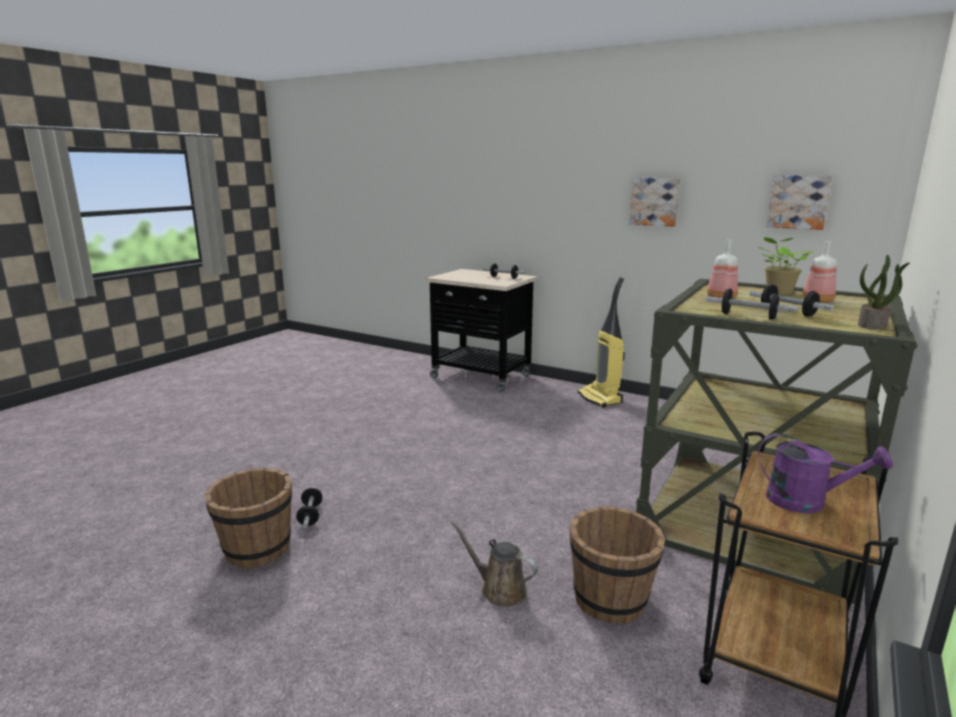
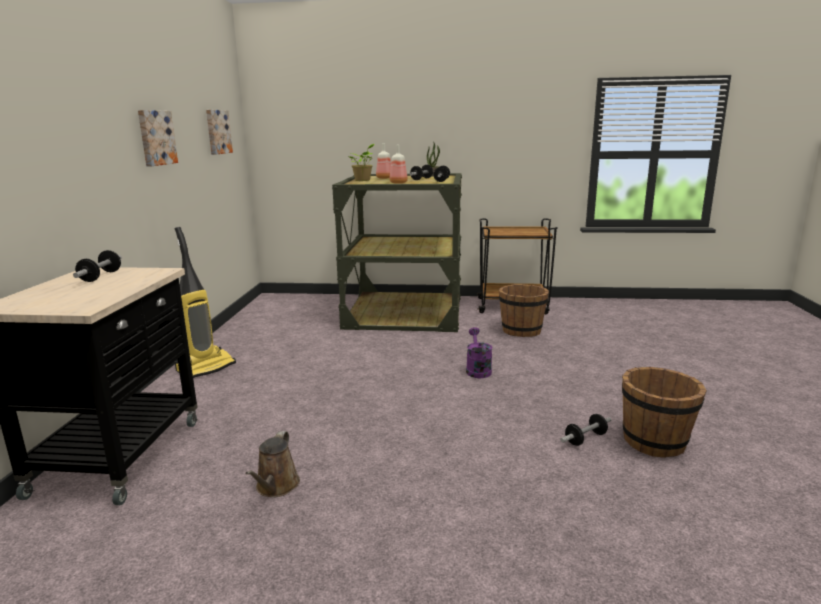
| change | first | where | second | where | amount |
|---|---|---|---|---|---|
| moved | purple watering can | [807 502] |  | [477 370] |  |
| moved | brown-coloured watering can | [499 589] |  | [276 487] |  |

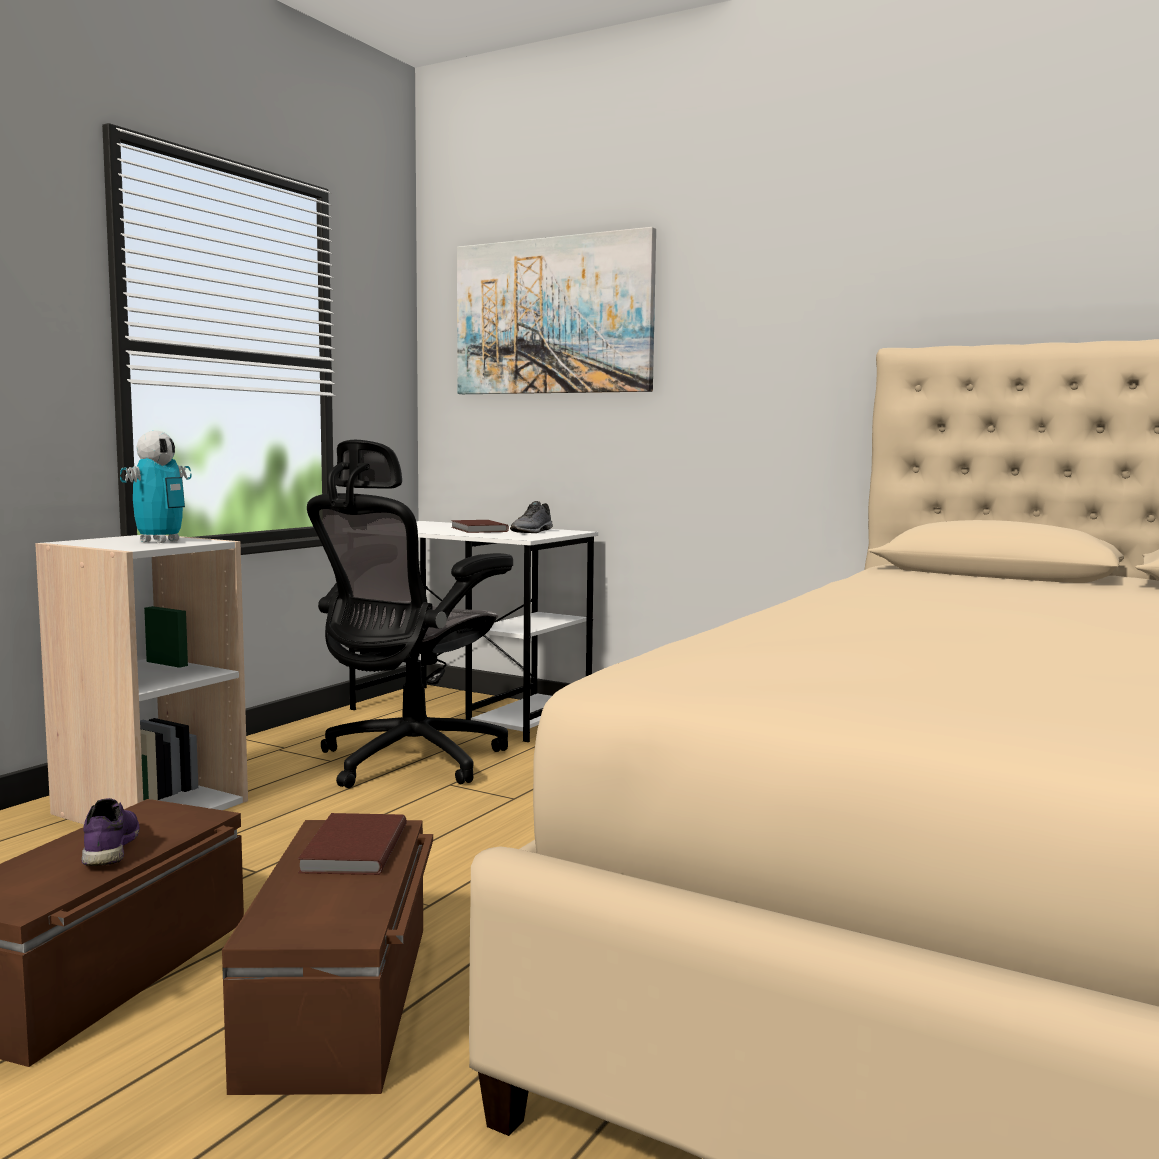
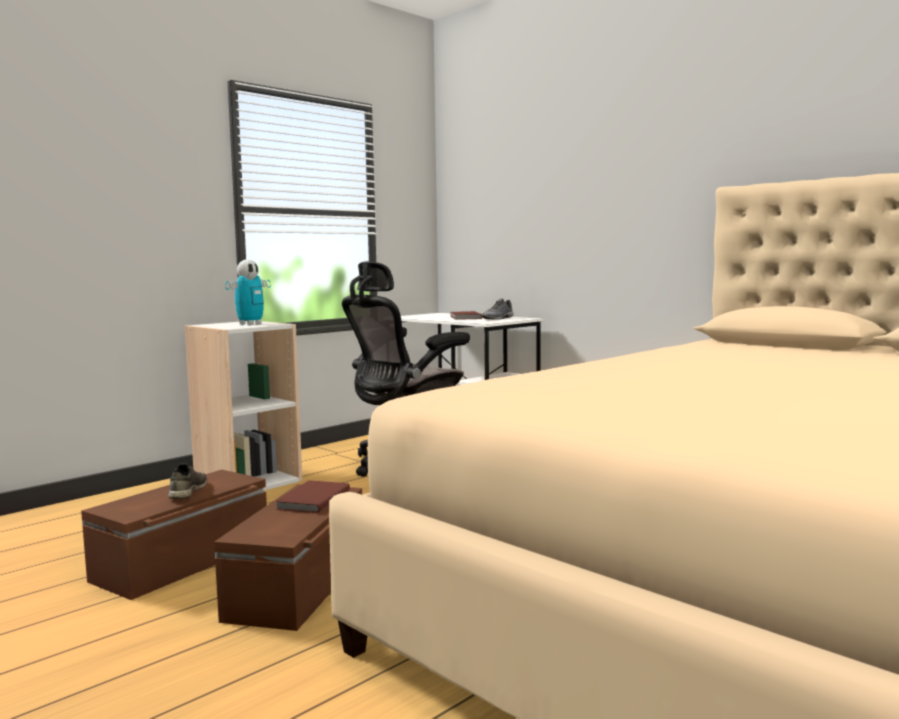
| change | first | where | second | where | amount |
|---|---|---|---|---|---|
| removed | picture | [553 316] |  |  |  |
| recoloured | purple low shoe | [108 849] | gray low shoe | [187 492] |  |

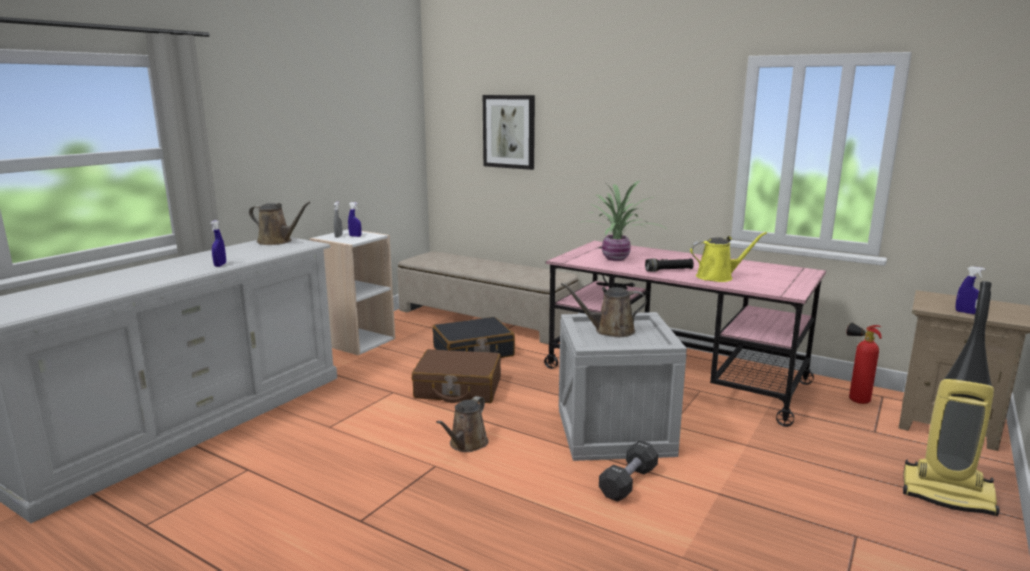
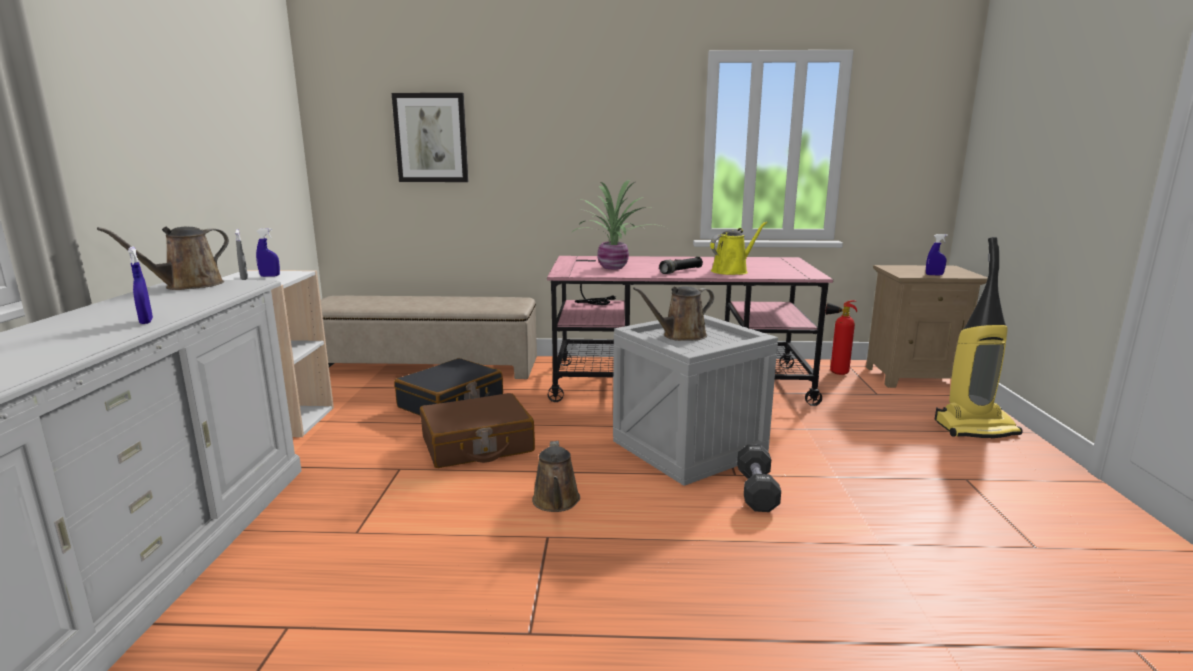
| change | first | where | second | where | amount |
|---|---|---|---|---|---|
| turned | brown-coloured watering can | [277 241] |  | [188 286] | 135 degrees clockwise |

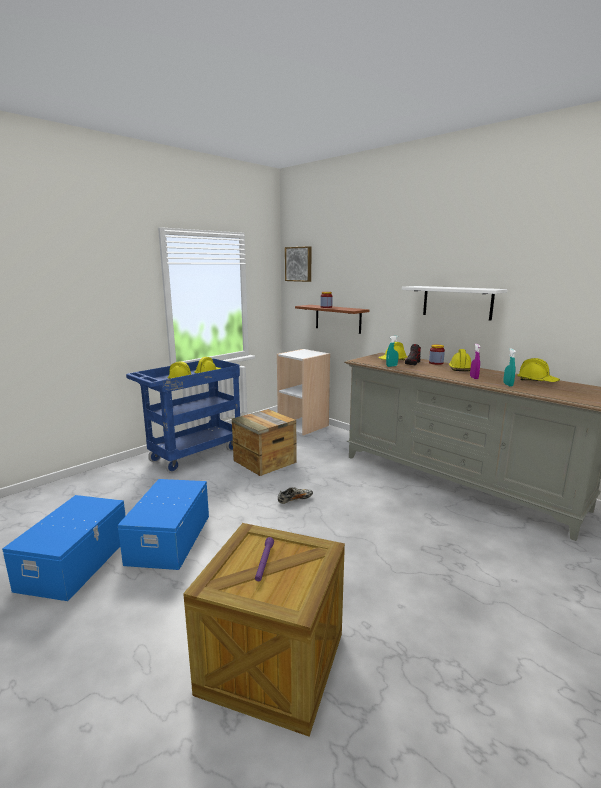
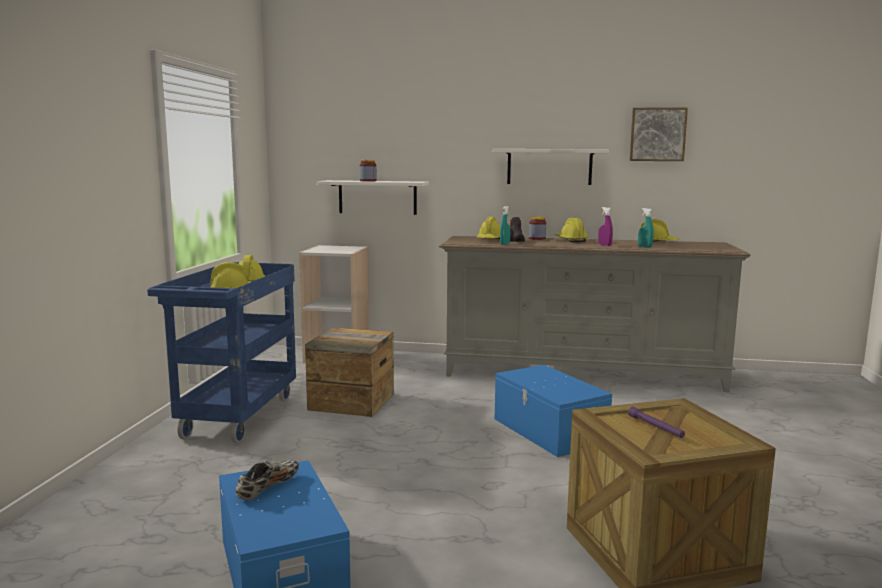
| change | first | where | second | where | amount |
|---|---|---|---|---|---|
| moved | picture | [299 264] |  | [657 134] |  |
| recoloured | brown-coloured bracket shelf | [338 318] | whitish bracket shelf | [377 197] |  |
| moved | blue-coloured storage box | [168 539] |  | [548 431] |  |
| moved | low shoe | [295 500] |  | [268 487] |  |

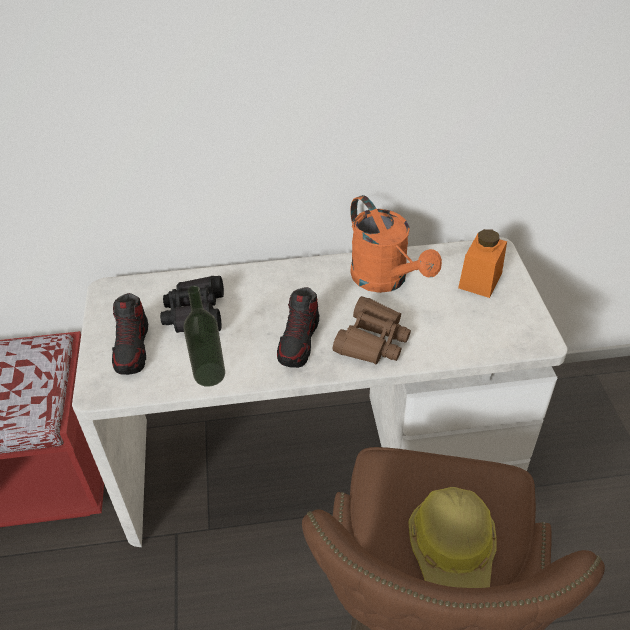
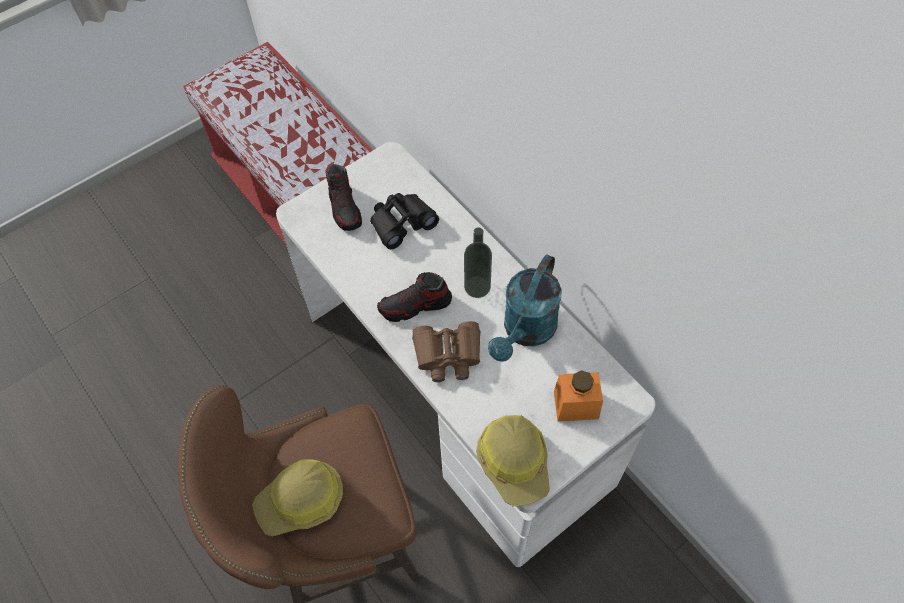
| change | first | where | second | where | amount |
|---|---|---|---|---|---|
| recoloured | orange-coloured watering can | [386 280] | turquoise-coloured watering can | [526 331] |  |
| moved | bottle | [209 374] |  | [477 286] |  |
| turned | low shoe | [132 348] |  | [345 207] | 75 degrees counterclockwise |
| added |  |  | work helmet | [515 461] |  |

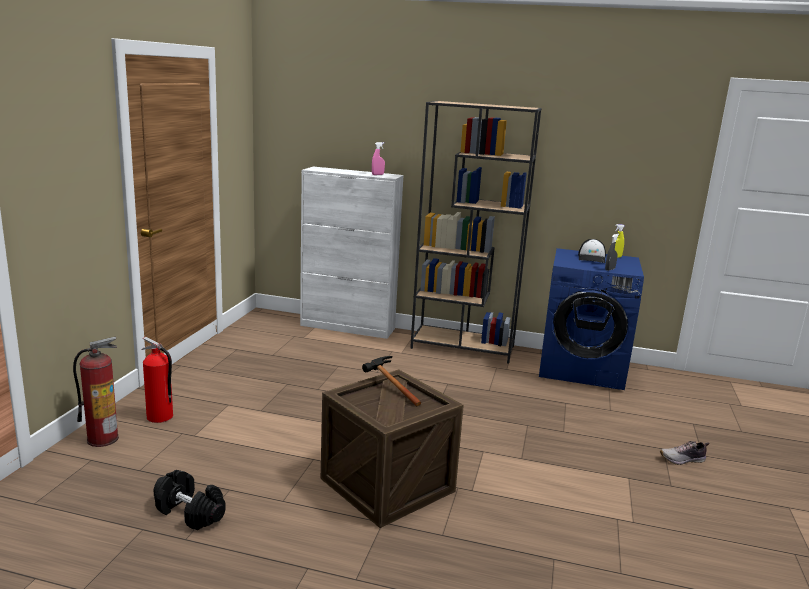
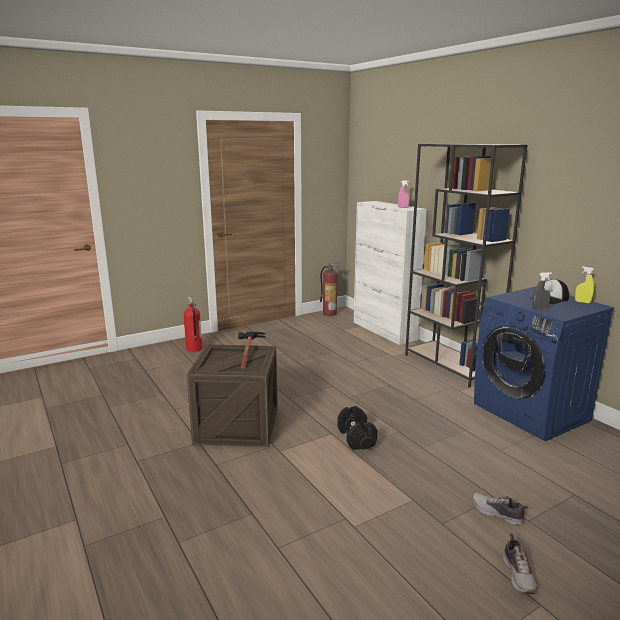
| change | first | where | second | where | amount |
|---|---|---|---|---|---|
| moved | fire extinguisher | [103 439] |  | [330 313] |  |
| moved | blackish free weight | [190 512] |  | [356 438] |  |
| added |  |  | low shoe | [519 575] |  |

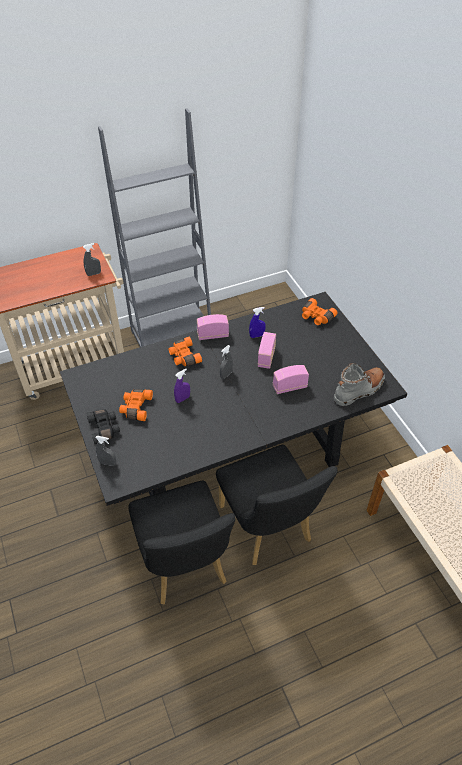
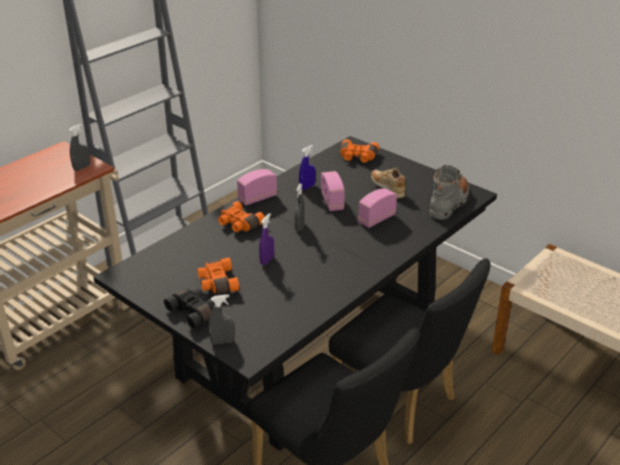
| change | first | where | second | where | amount |
|---|---|---|---|---|---|
| added |  |  | beige low shoe | [388 188] |  |

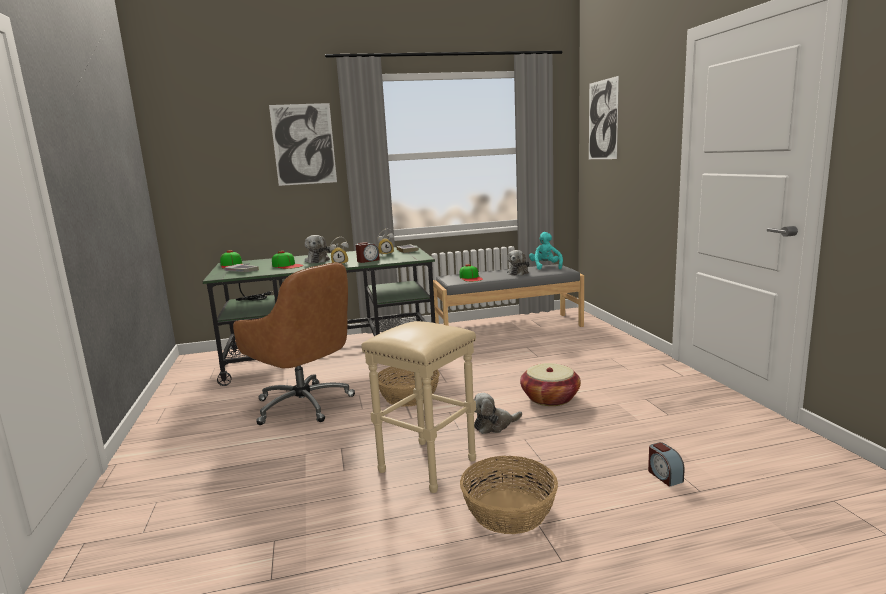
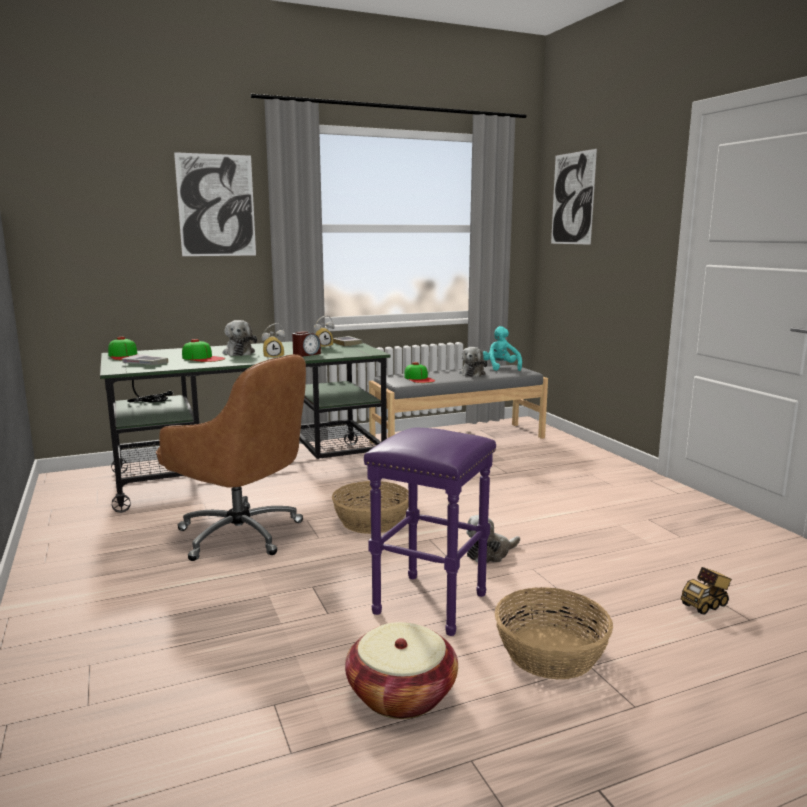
| change | first | where | second | where | amount |
|---|---|---|---|---|---|
| recoloured | beige stool seat | [428 466] | purple stool seat | [431 604] |  |
| moved | basket | [550 398] |  | [401 694] |  |
| replaced | table clock | [664 476] | toy truck | [705 605] |  |

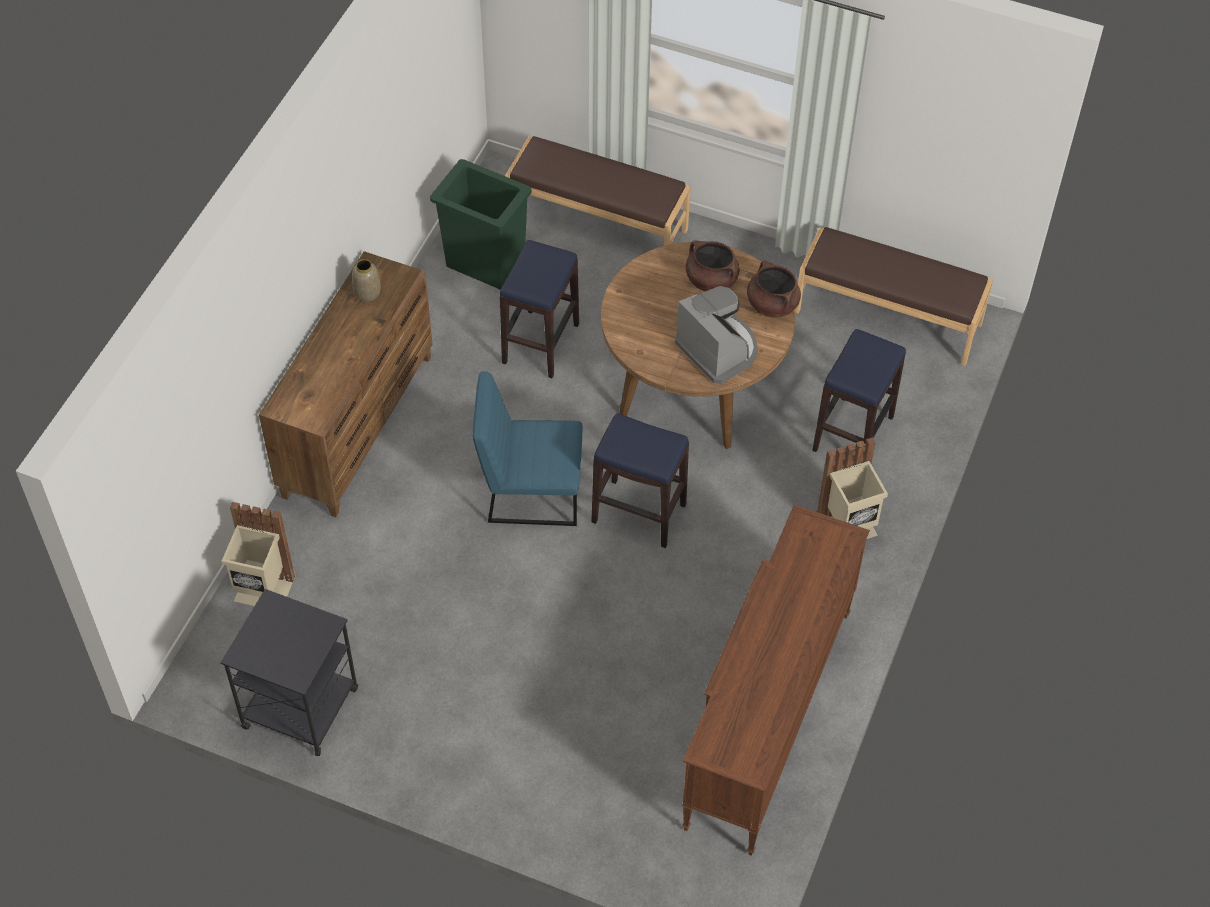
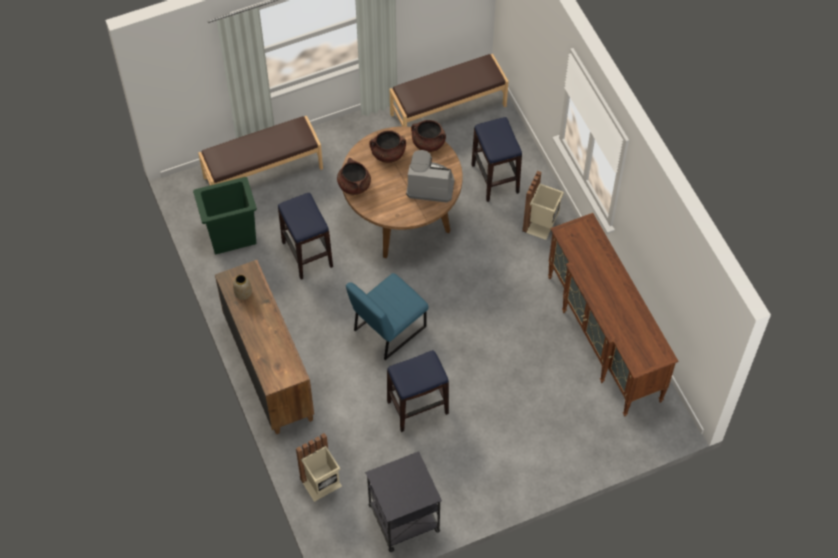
| change | first | where | second | where | amount |
|---|---|---|---|---|---|
| moved | stool seat | [638 514] |  | [417 408] |  |
| added |  |  | brown-coloured cooking pot | [354 185] |  |

